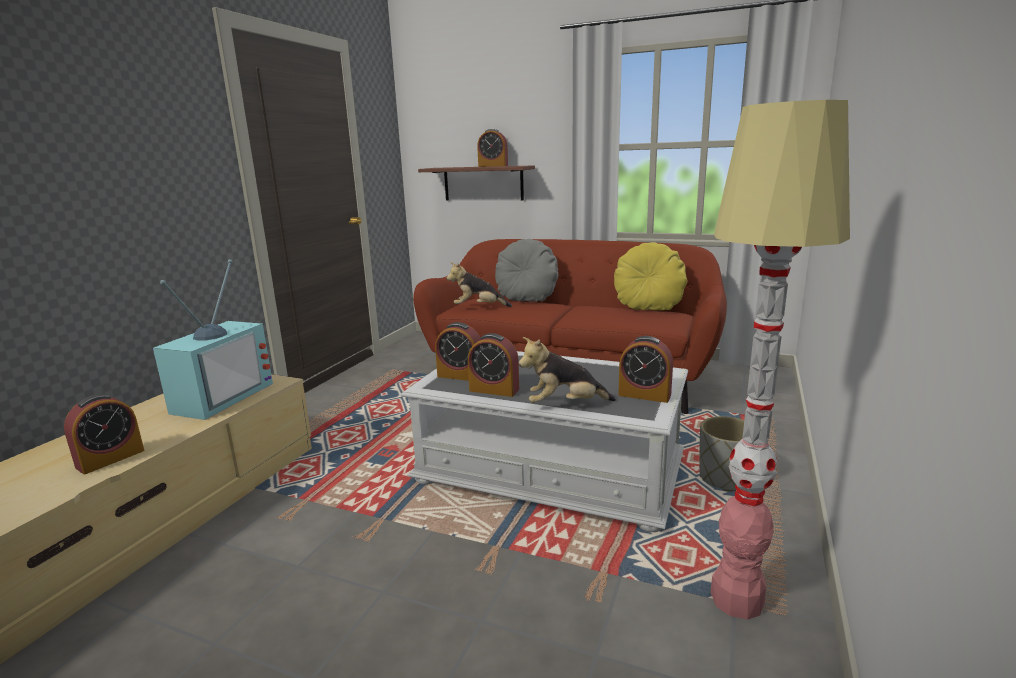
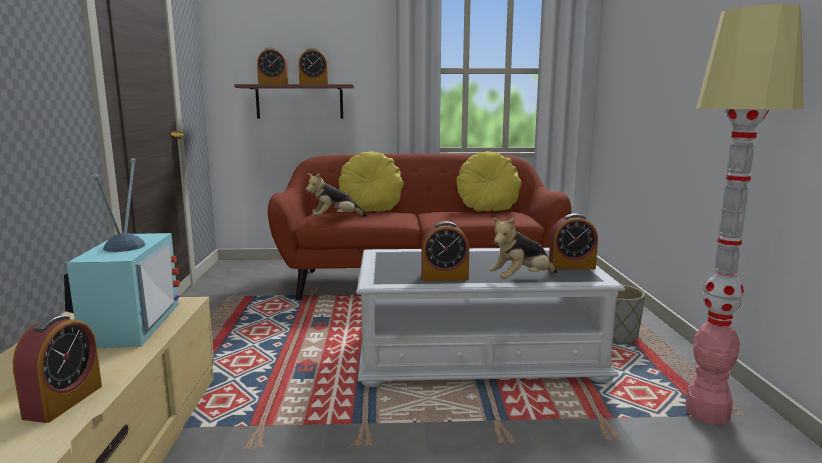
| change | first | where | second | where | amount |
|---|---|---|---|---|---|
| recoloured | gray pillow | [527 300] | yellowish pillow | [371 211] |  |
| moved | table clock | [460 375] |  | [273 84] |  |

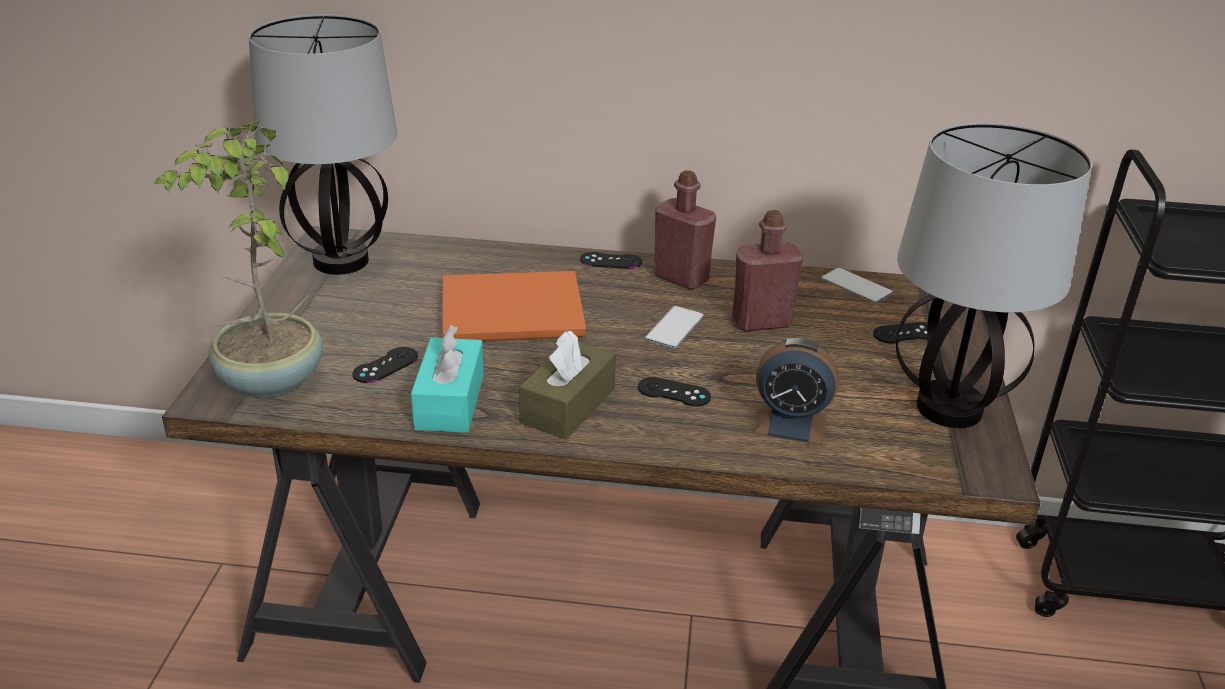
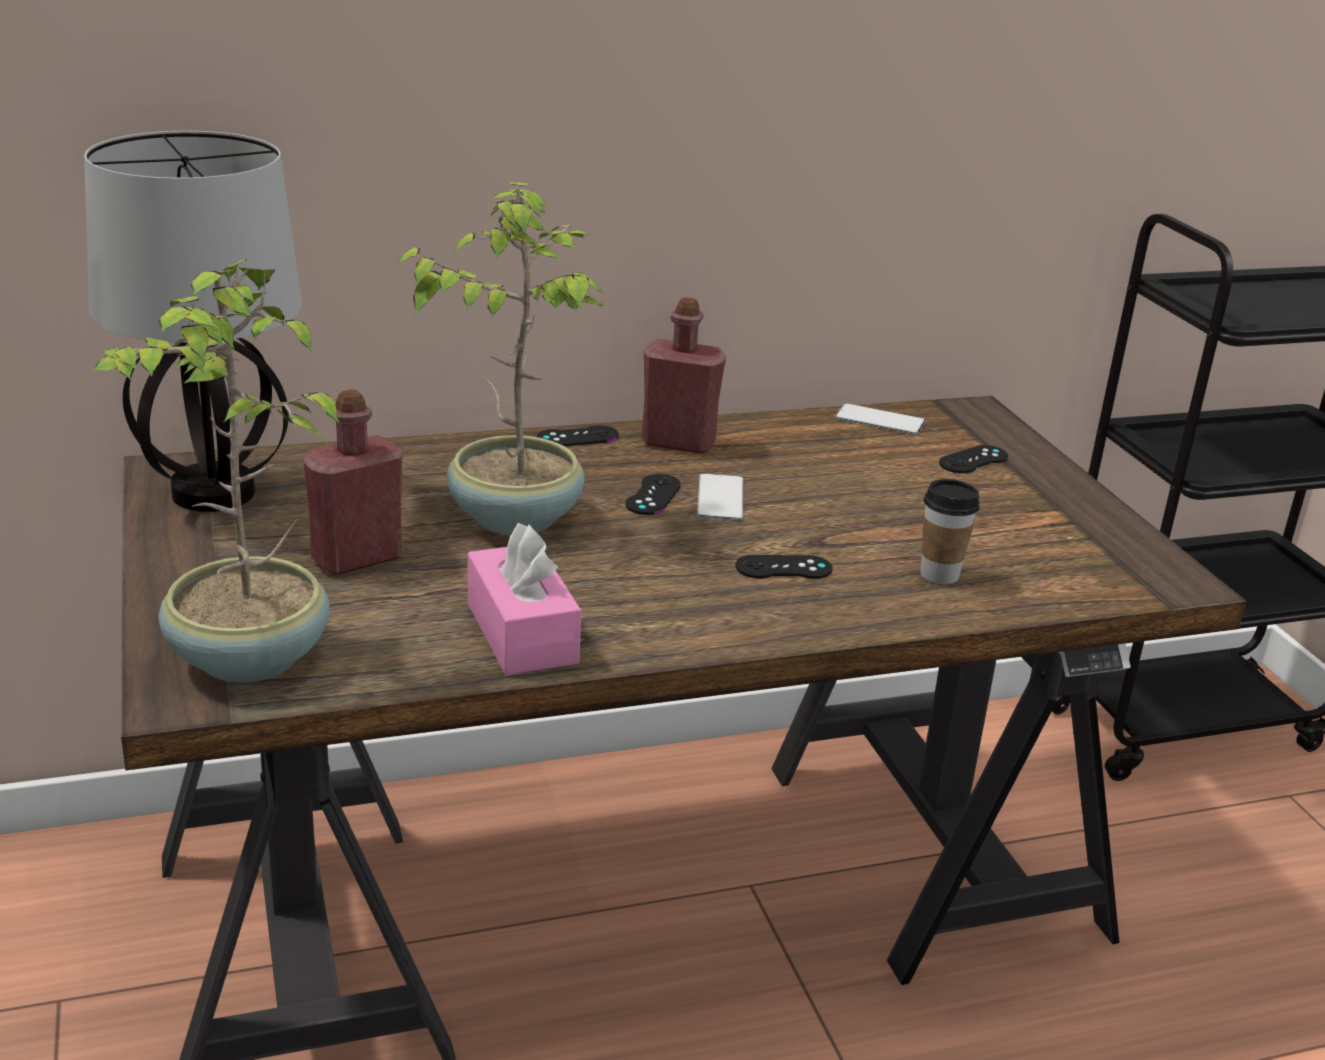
| change | first | where | second | where | amount |
|---|---|---|---|---|---|
| removed | lamp for a table | [951 409] |  |  |  |
| moved | reddish bottle | [761 322] |  | [357 558] |  |
| replaced | orange-coloured bound book | [516 314] | potted plant | [514 516] |  |
| recoloured | turquoise-coloured box of tissues | [449 402] | pink-coloured box of tissues | [521 633] |  |
| removed | brown-coloured box of tissues | [568 405] |  |  |  |
| replaced | table clock | [790 423] | small cup | [939 574] |  |
| moved | blackish joypad | [385 365] |  | [653 495] |  |

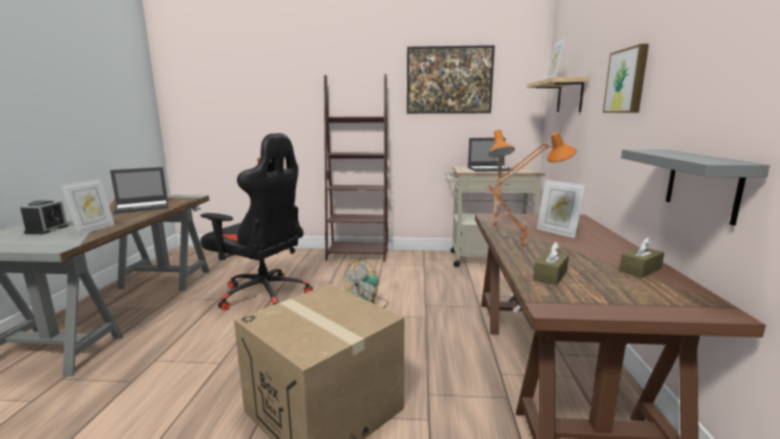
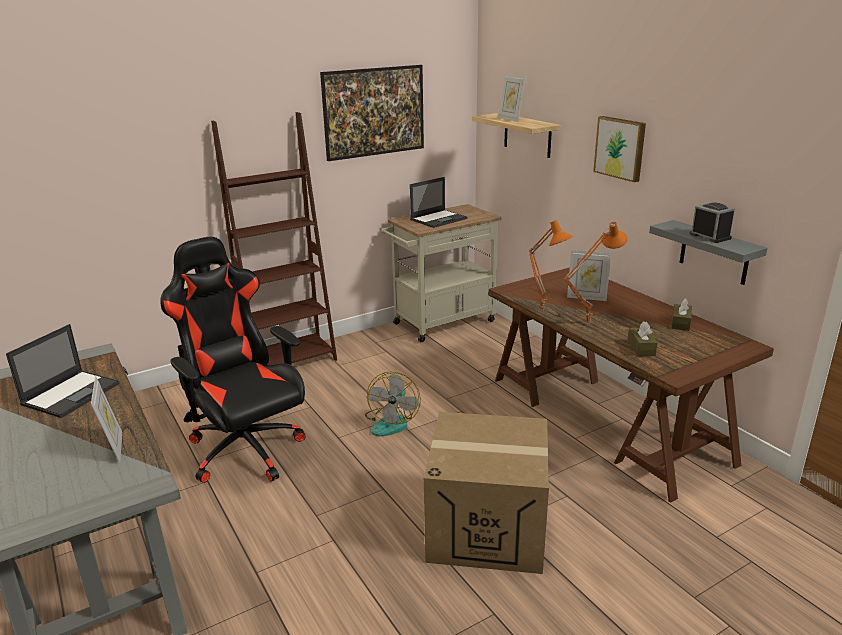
| change | first | where | second | where | amount |
|---|---|---|---|---|---|
| turned | blackish computer chair | [259 294] |  | [249 455] | 120 degrees counterclockwise |
| moved | table clock | [47 229] |  | [710 236] |  |

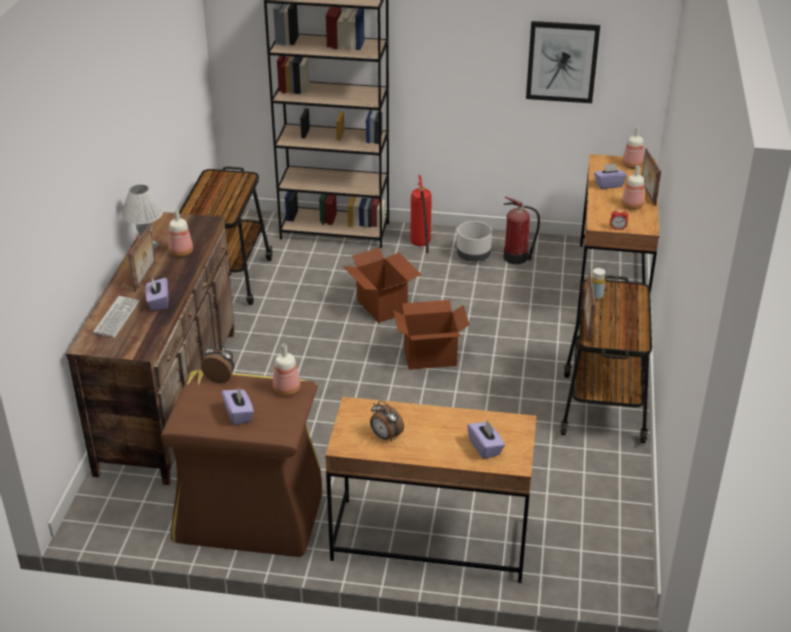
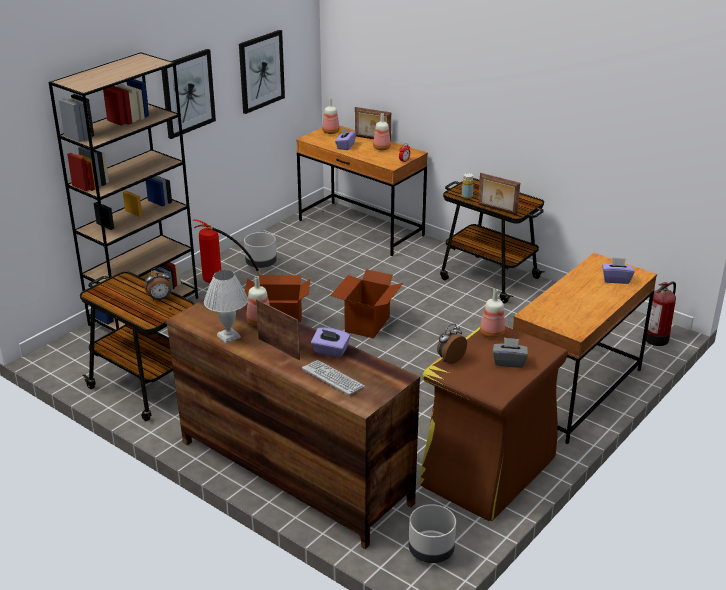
| change | first | where | second | where | amount |
|---|---|---|---|---|---|
| moved | fire extinguisher | [517 258] |  | [657 338] |  |
| recoloured | purple box of tissues | [239 414] | gray box of tissues | [509 362] |  |
| moved | table clock | [385 436] |  | [160 299] |  |
| added |  |  | picture | [188 93] |  |
| added |  |  | gray plant pot | [431 551] |  |

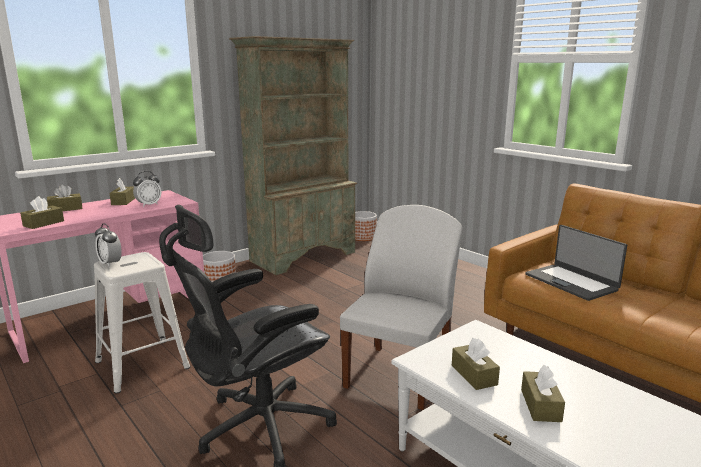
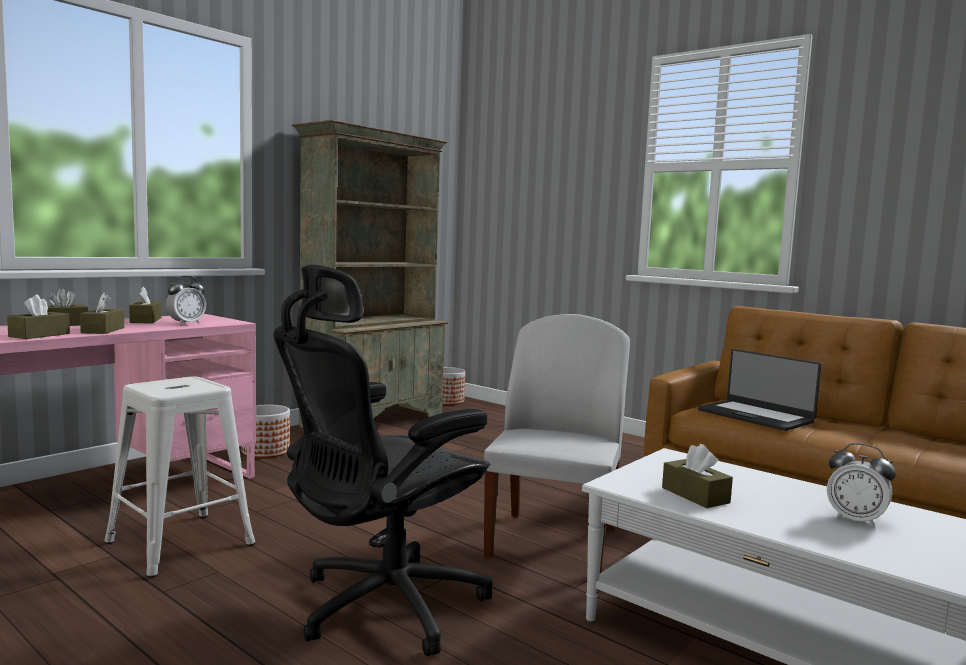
| change | first | where | second | where | amount |
|---|---|---|---|---|---|
| moved | table clock | [110 263] |  | [855 520] |  |
| moved | brown-coloured box of tissues | [540 405] |  | [103 330] |  |

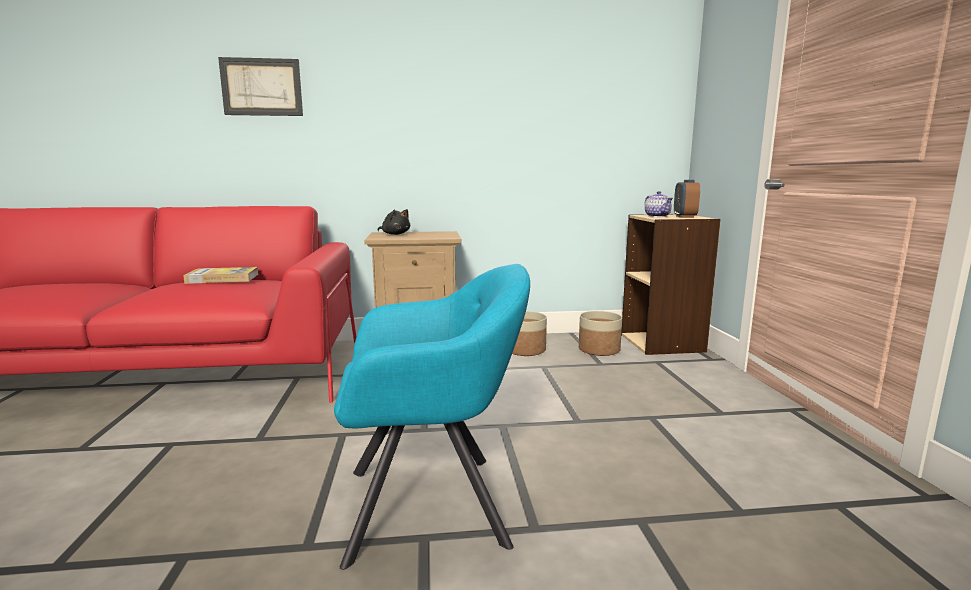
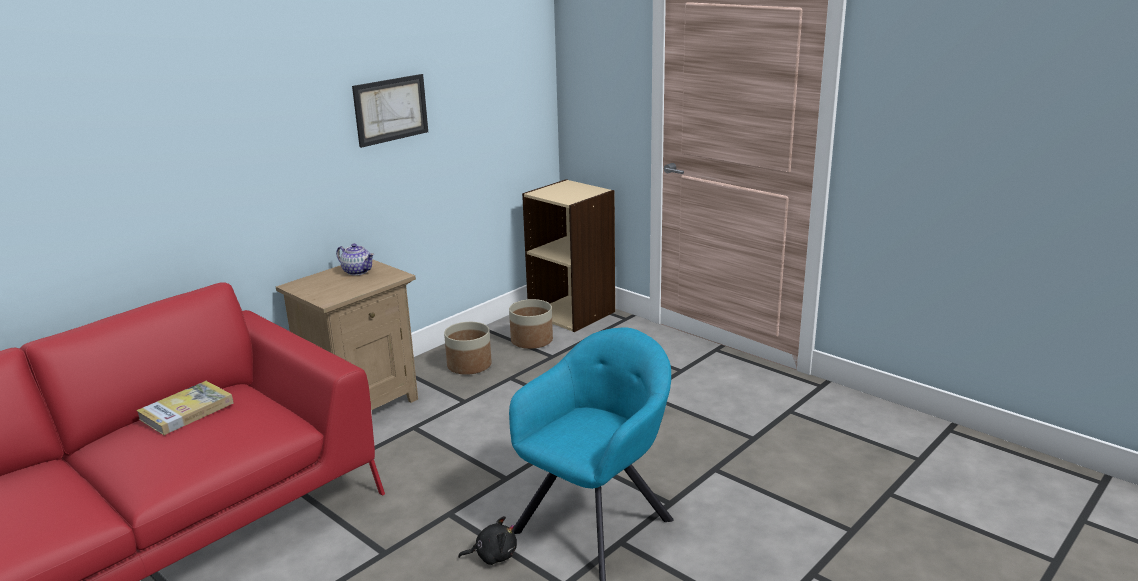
| change | first | where | second | where | amount |
|---|---|---|---|---|---|
| moved | picture | [262 87] |  | [390 109] |  |
| removed | table clock | [684 217] |  |  |  |
| moved | tea pot | [657 216] |  | [357 271] |  |
| moved | blackish cuddly toy | [395 234] |  | [493 555] |  |

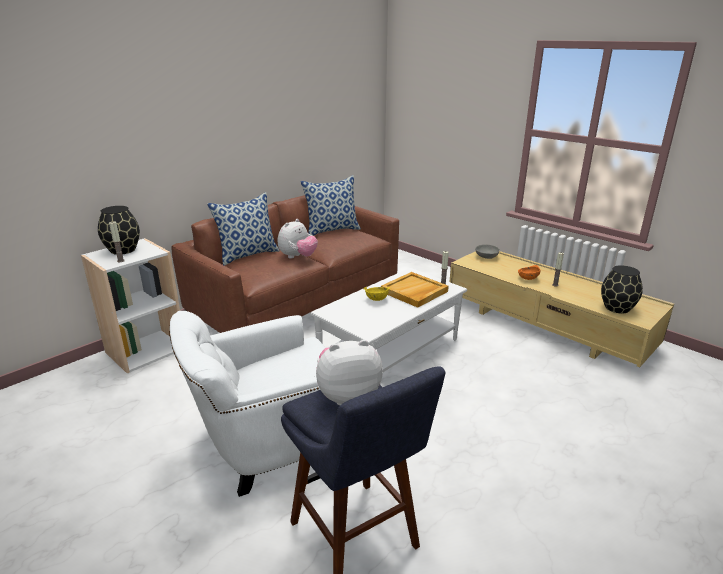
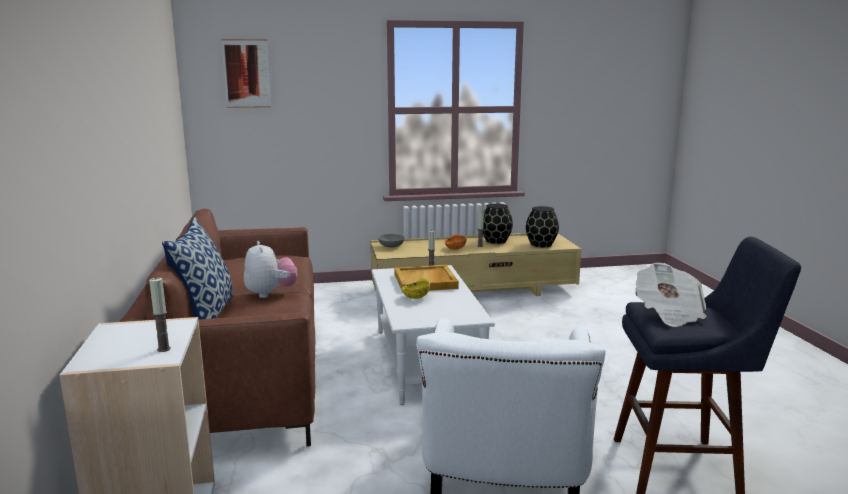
| change | first | where | second | where | amount |
|---|---|---|---|---|---|
| removed | pillow | [332 230] |  |  |  |
| moved | blackish vase | [123 250] |  | [496 241] |  |
| replaced | cuddly toy | [347 395] | newspaper | [668 313] |  |
| added |  |  | picture | [246 73] |  |

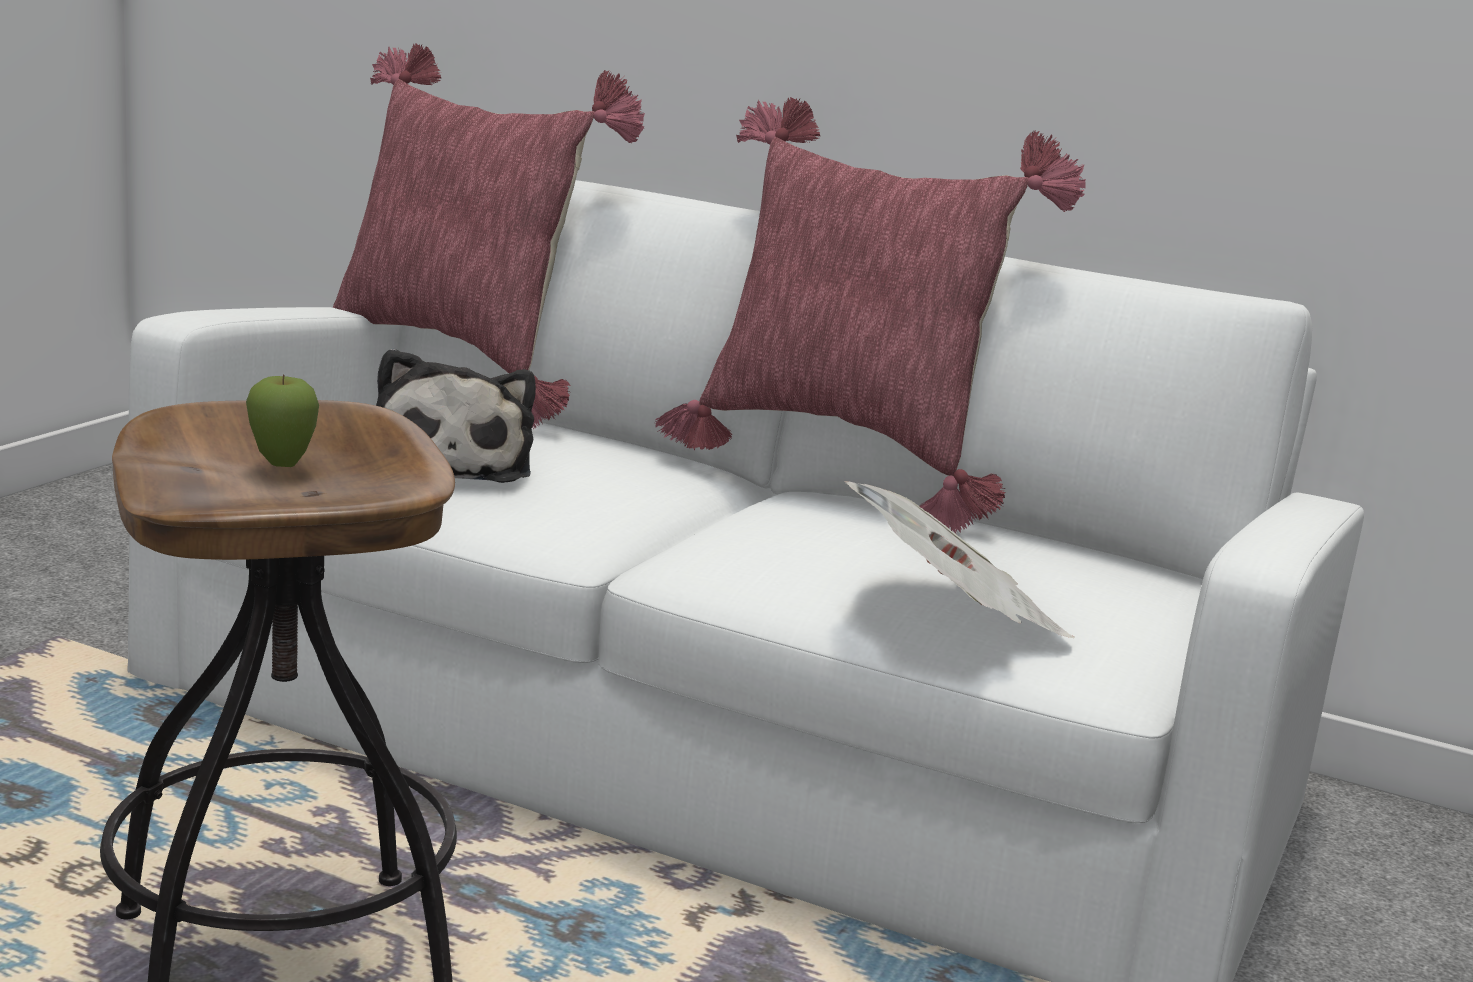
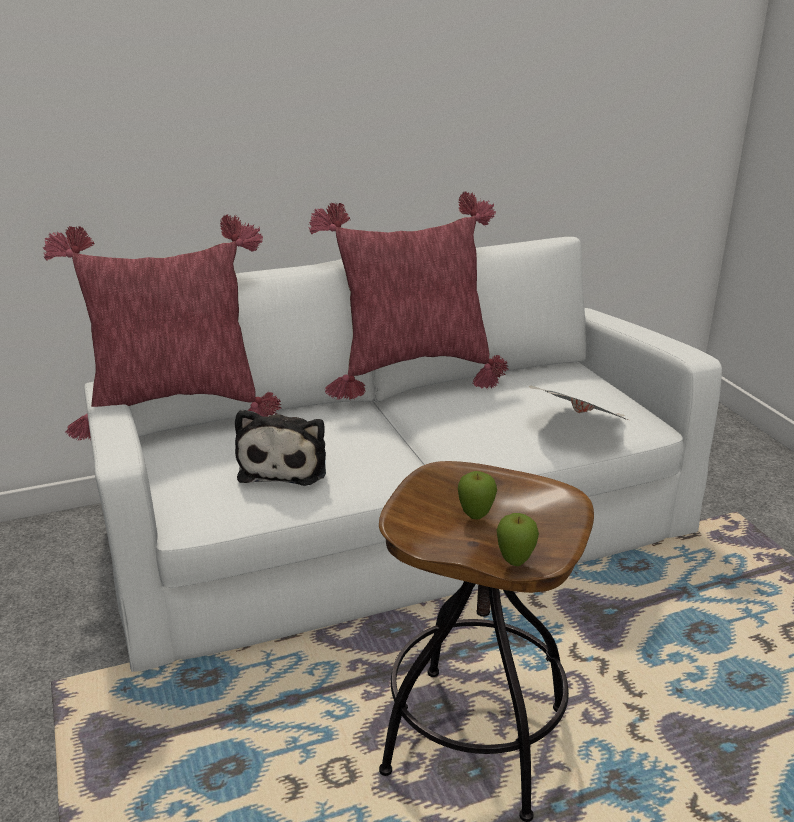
| change | first | where | second | where | amount |
|---|---|---|---|---|---|
| turned | cuddly toy | [452 465] |  | [285 465] | 60 degrees clockwise |
| added |  |  | apple fruit | [515 562] |  |

